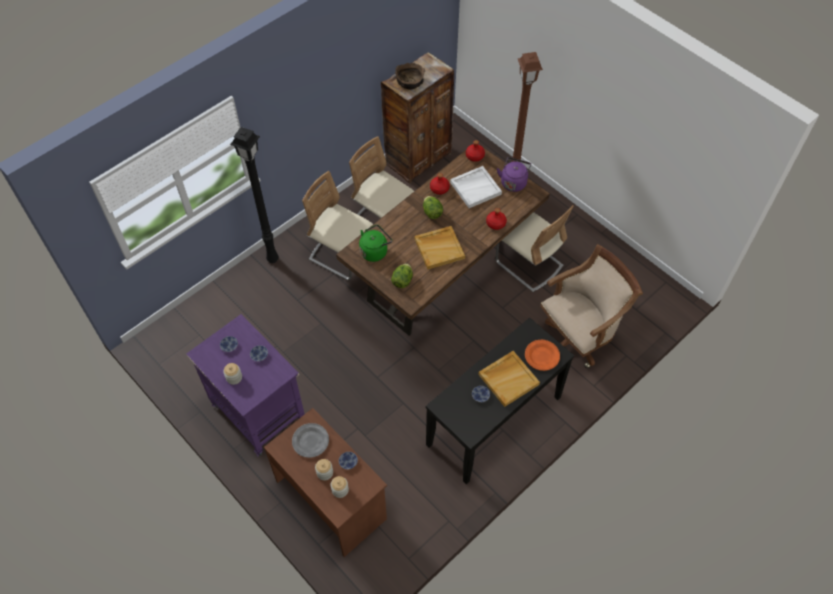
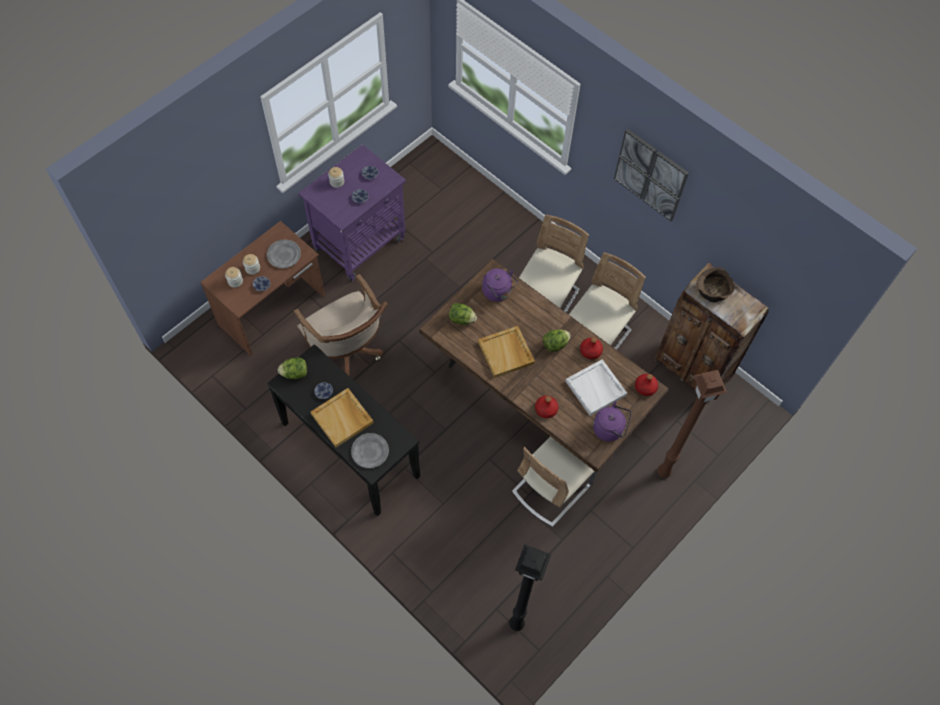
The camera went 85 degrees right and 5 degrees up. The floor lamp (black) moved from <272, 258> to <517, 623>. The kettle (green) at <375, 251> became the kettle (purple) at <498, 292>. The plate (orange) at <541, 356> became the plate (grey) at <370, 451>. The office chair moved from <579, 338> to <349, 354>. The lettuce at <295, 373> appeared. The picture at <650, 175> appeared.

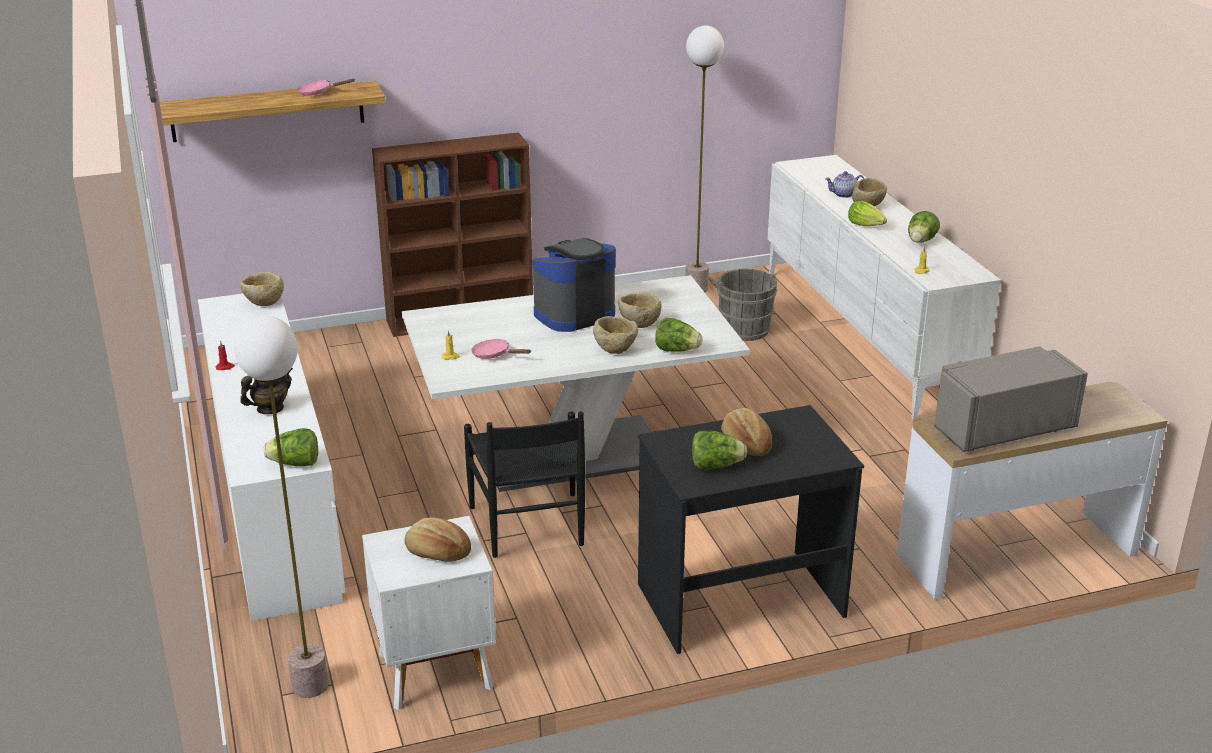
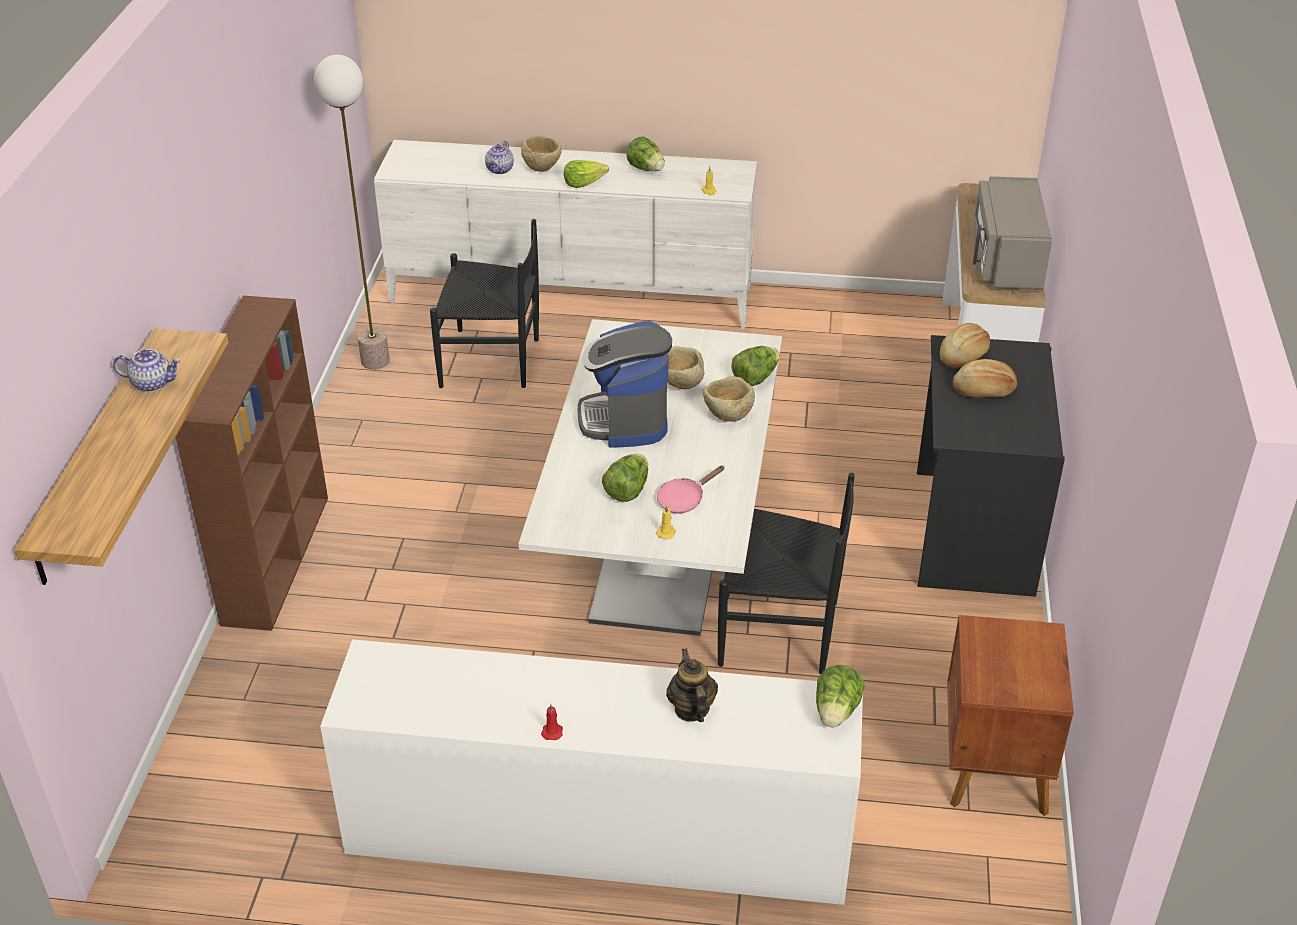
The camera went 65 degrees left and 10 degrees up. The floor lamp at <310, 686> disappeared. The bowl (beige) at <264, 303> disappeared. The frying pan (pink) at <319, 92> was replaced by the teapot at <152, 383>. The nightstand (white) at <433, 670> became the nightstand (brown) at <994, 770>. The bread moved from <437, 552> to <963, 356>. The lettuce moved from <715, 466> to <627, 490>. The bucket (grey) at <743, 328> was replaced by the chair (black) at <491, 361>.

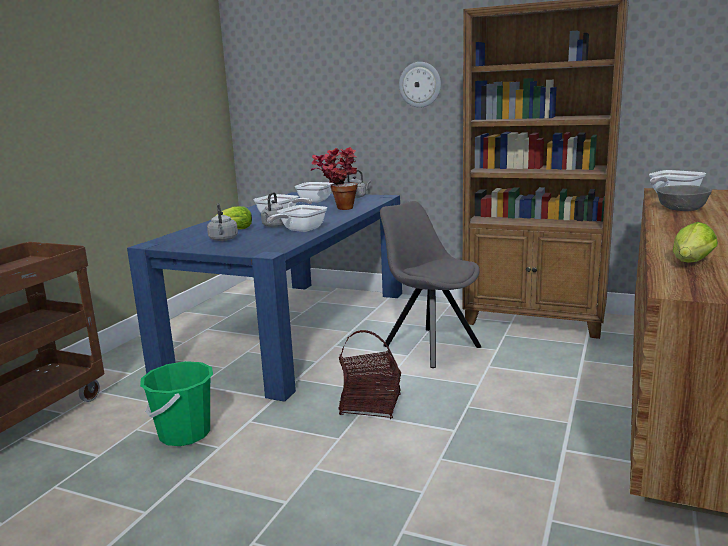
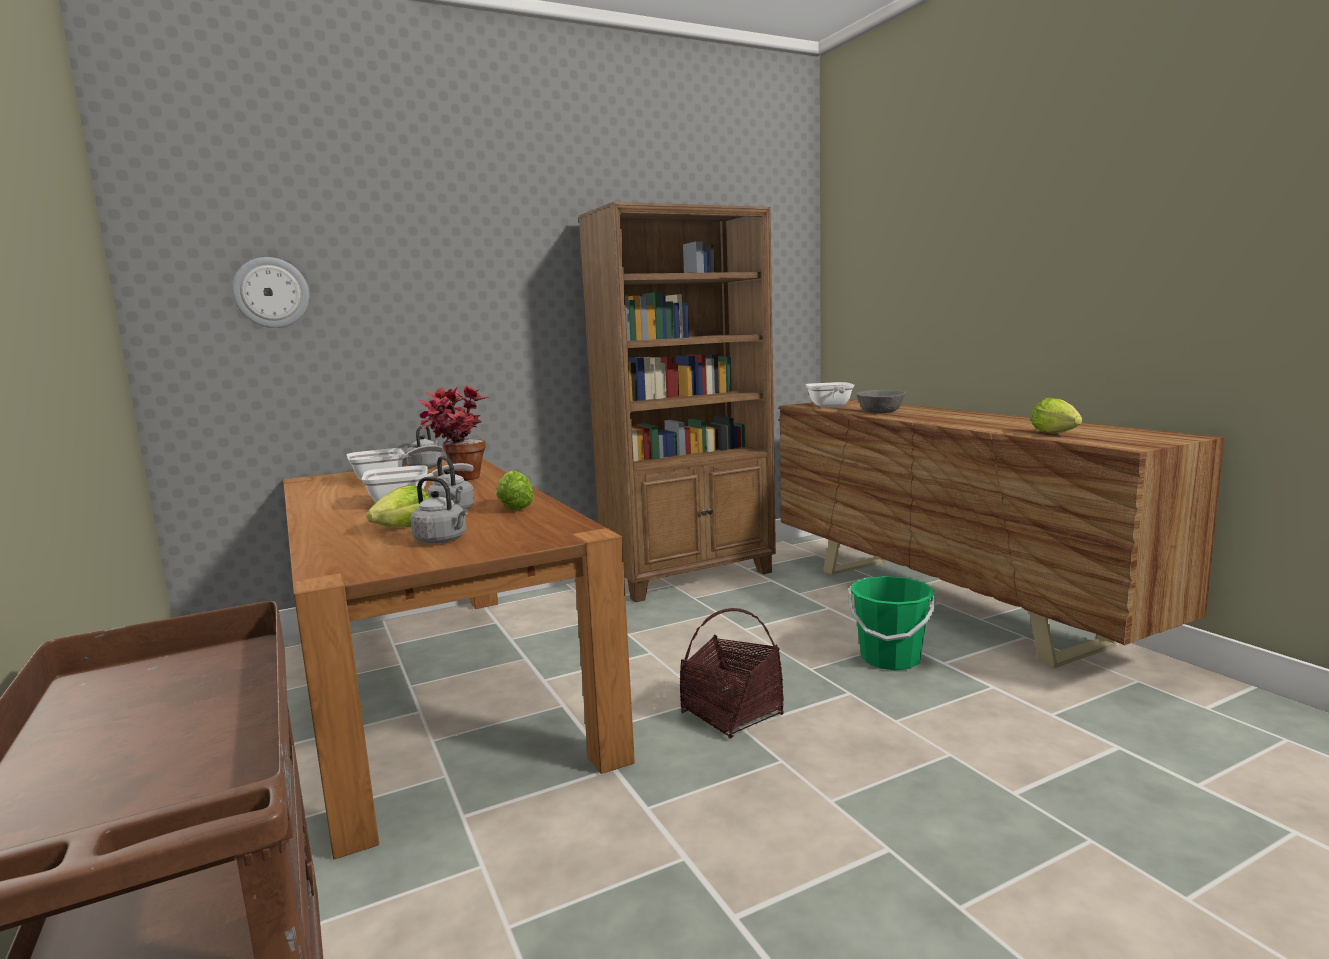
The camera went 50 degrees left and 5 degrees down. The dining table (blue) at <293, 329> became the dining table (brown) at <438, 686>. The bucket (green) moved from <184, 434> to <890, 658>. The frying pan at <299, 230> was replaced by the lettuce at <515, 507>. The chair (grey) at <430, 346> disappeared. The wall clock moved from <420, 84> to <271, 292>.

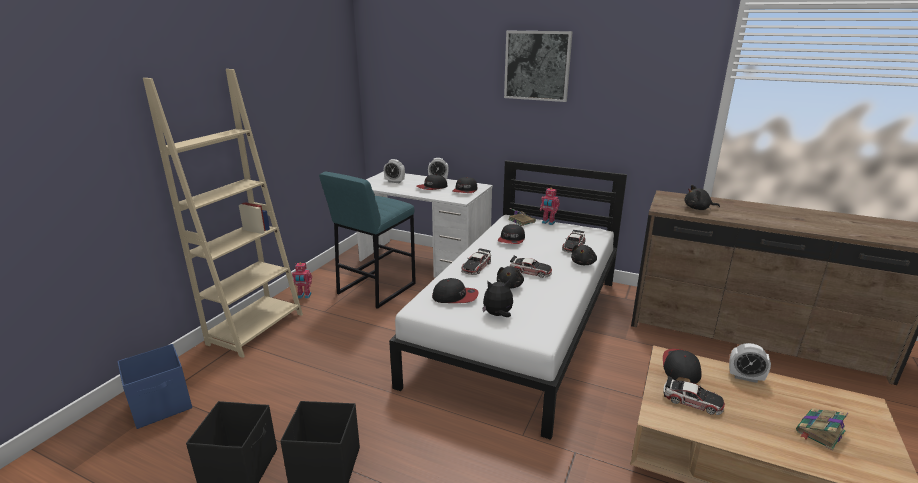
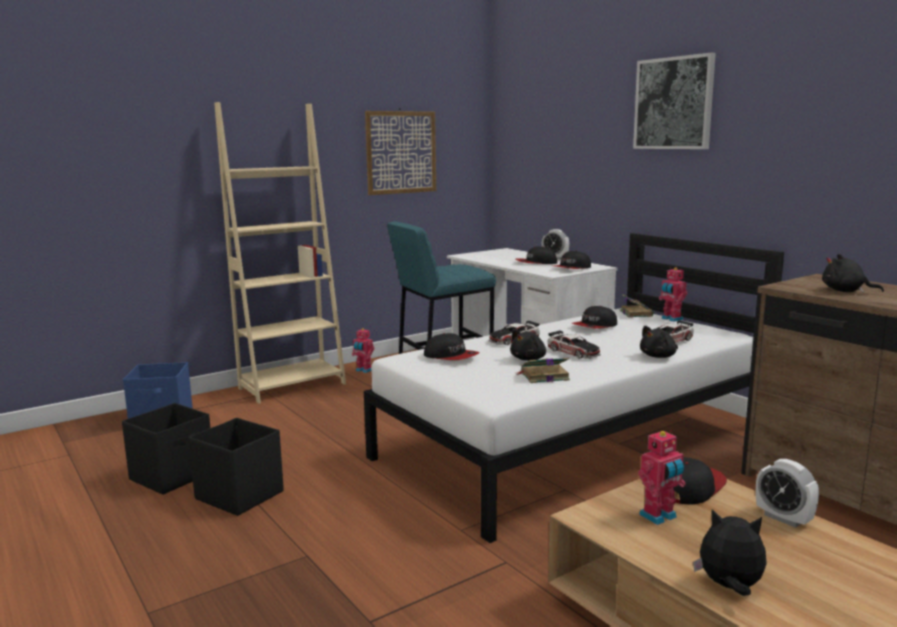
The camera went 30 degrees right and 10 degrees down. The alarm clock at <394, 181> disappeared. The plush toy moved from <498, 315> to <729, 587>. The toy car at <692, 401> was replaced by the toy robot at <659, 517>. The book moved from <819, 432> to <543, 376>. The picture at <401, 151> appeared.

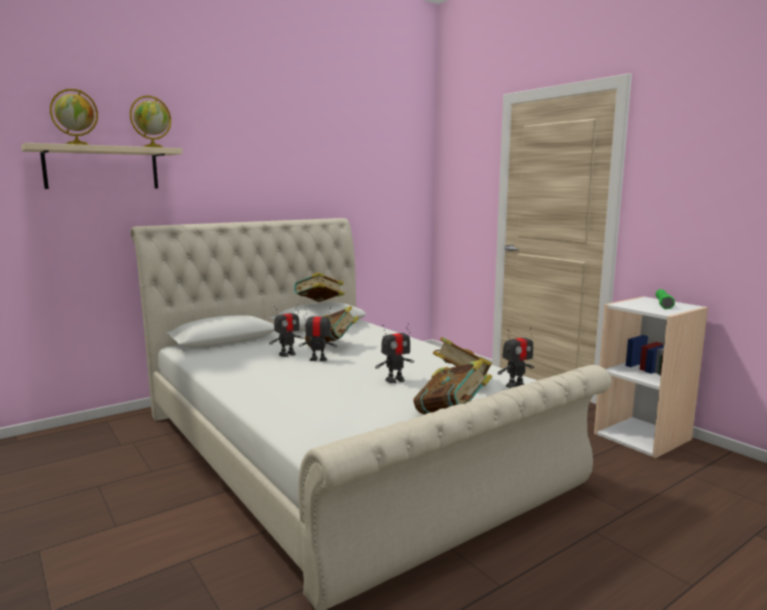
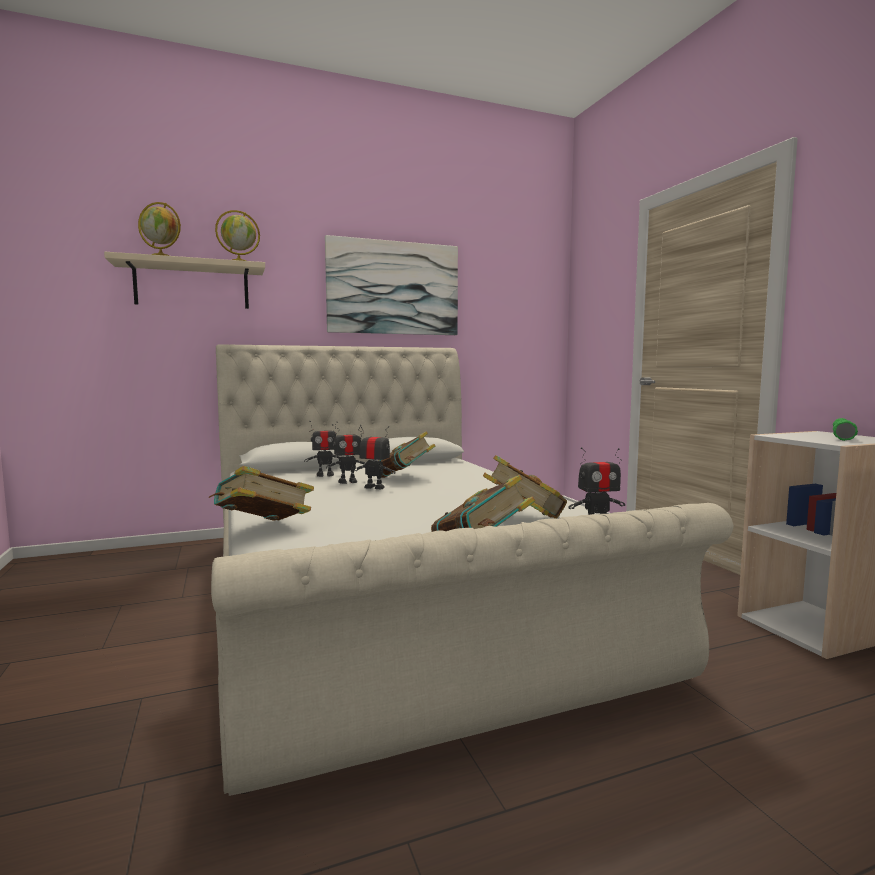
The camera went 15 degrees right and 5 degrees down. The book moved from <319, 305> to <263, 529>. The toy robot moved from <395, 380> to <325, 475>. The picture at <393, 288> appeared.

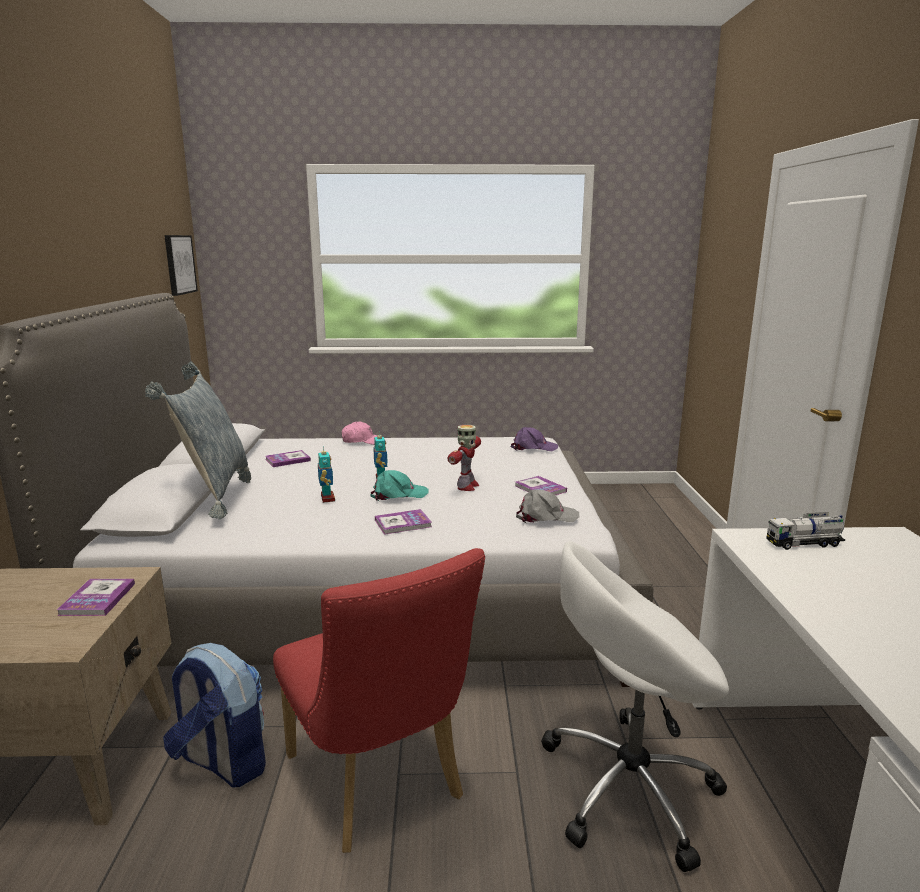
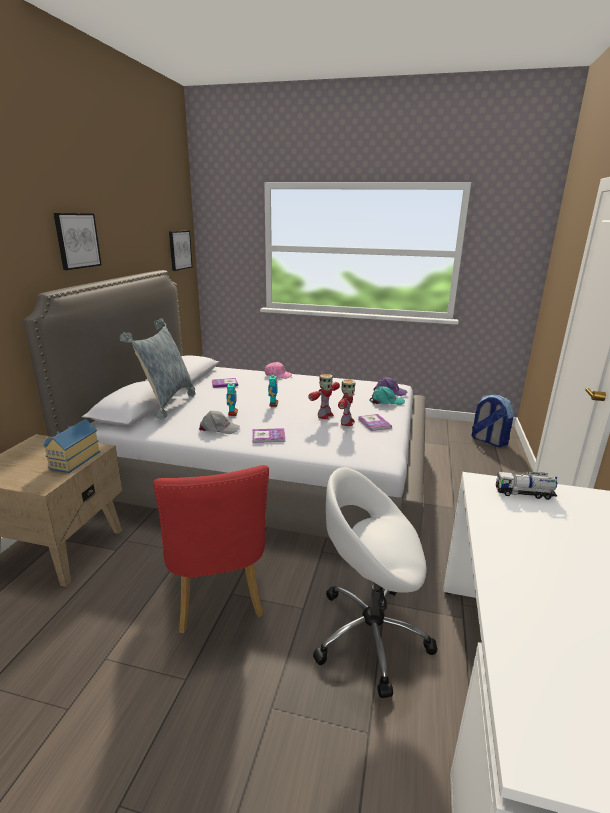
The camera went 15 degrees right and 5 degrees up. The book at <97, 599> was replaced by the toy house at <73, 460>. The backpack moved from <222, 762> to <488, 441>. The cap (turquoise) moved from <398, 494> to <386, 401>. The cap (grey) moved from <546, 516> to <218, 428>. The picture at <77, 240> appeared. The toy robot at <346, 422> appeared.

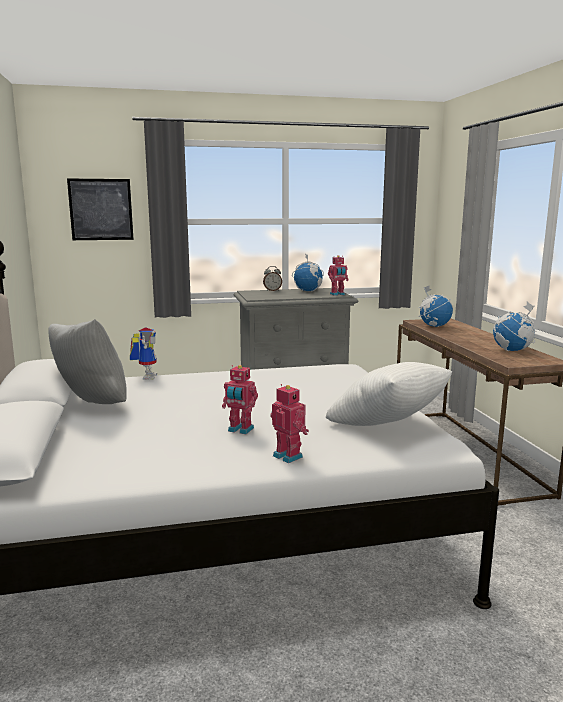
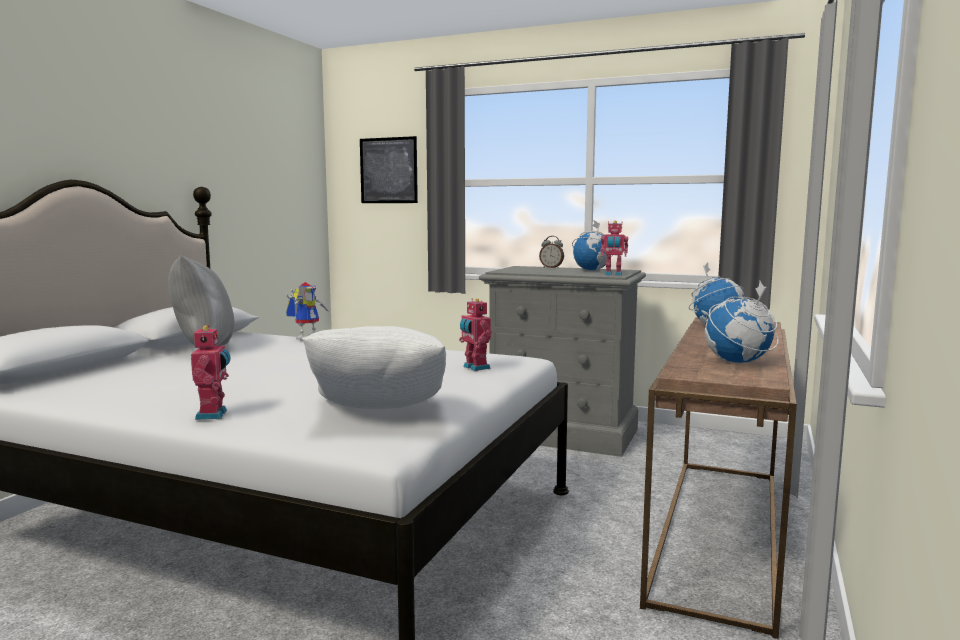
The camera went 35 degrees right and 5 degrees down. The toy robot moved from <240, 430> to <475, 368>.

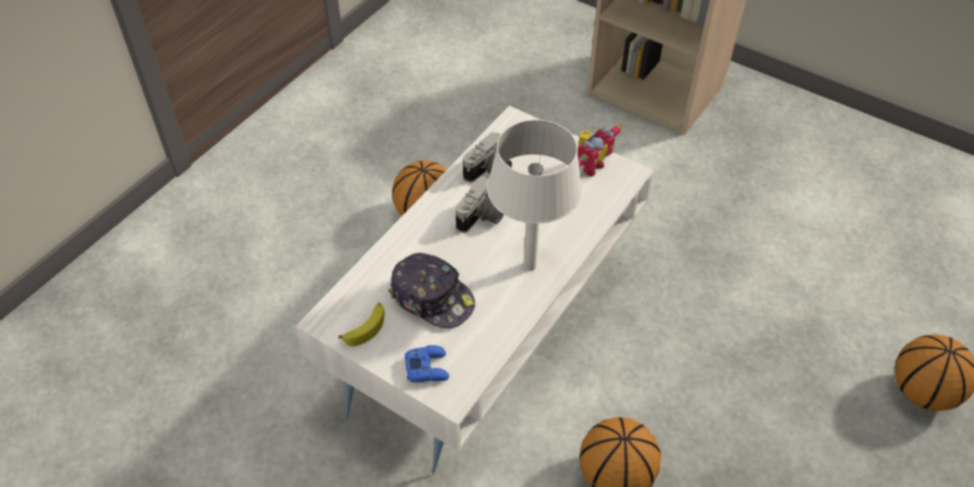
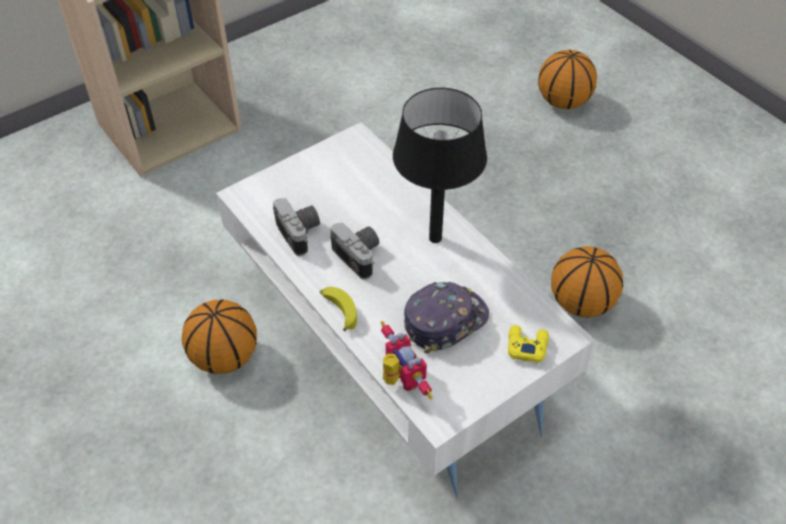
The camera went 70 degrees left and 0 degrees up. The banana moved from <366, 327> to <338, 311>. The game controller (blue) at <427, 367> became the game controller (yellow) at <526, 346>. The table lamp (white) at <529, 265> became the table lamp (black) at <434, 238>. The toy robot moved from <589, 165> to <400, 381>.

